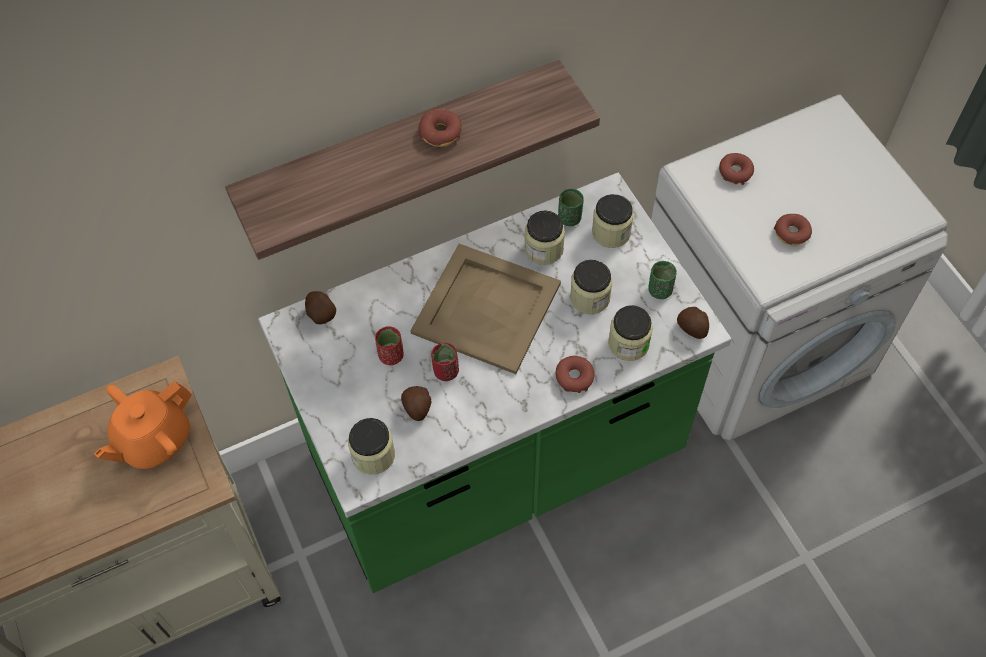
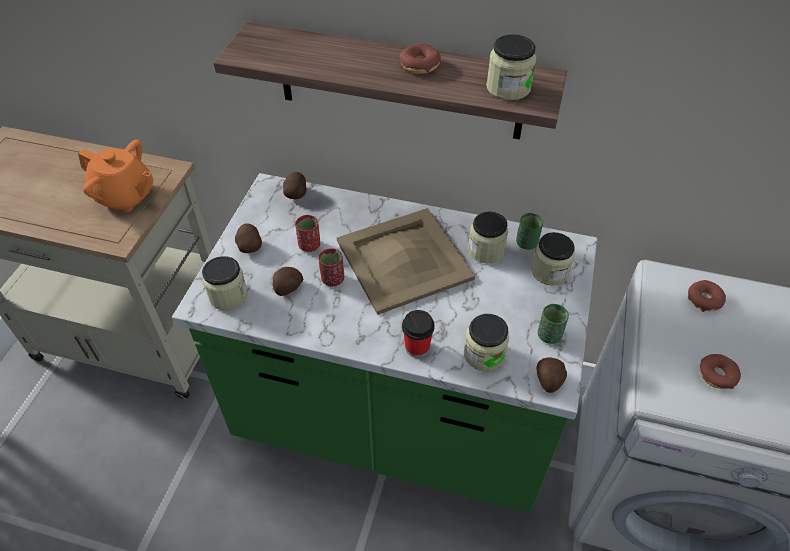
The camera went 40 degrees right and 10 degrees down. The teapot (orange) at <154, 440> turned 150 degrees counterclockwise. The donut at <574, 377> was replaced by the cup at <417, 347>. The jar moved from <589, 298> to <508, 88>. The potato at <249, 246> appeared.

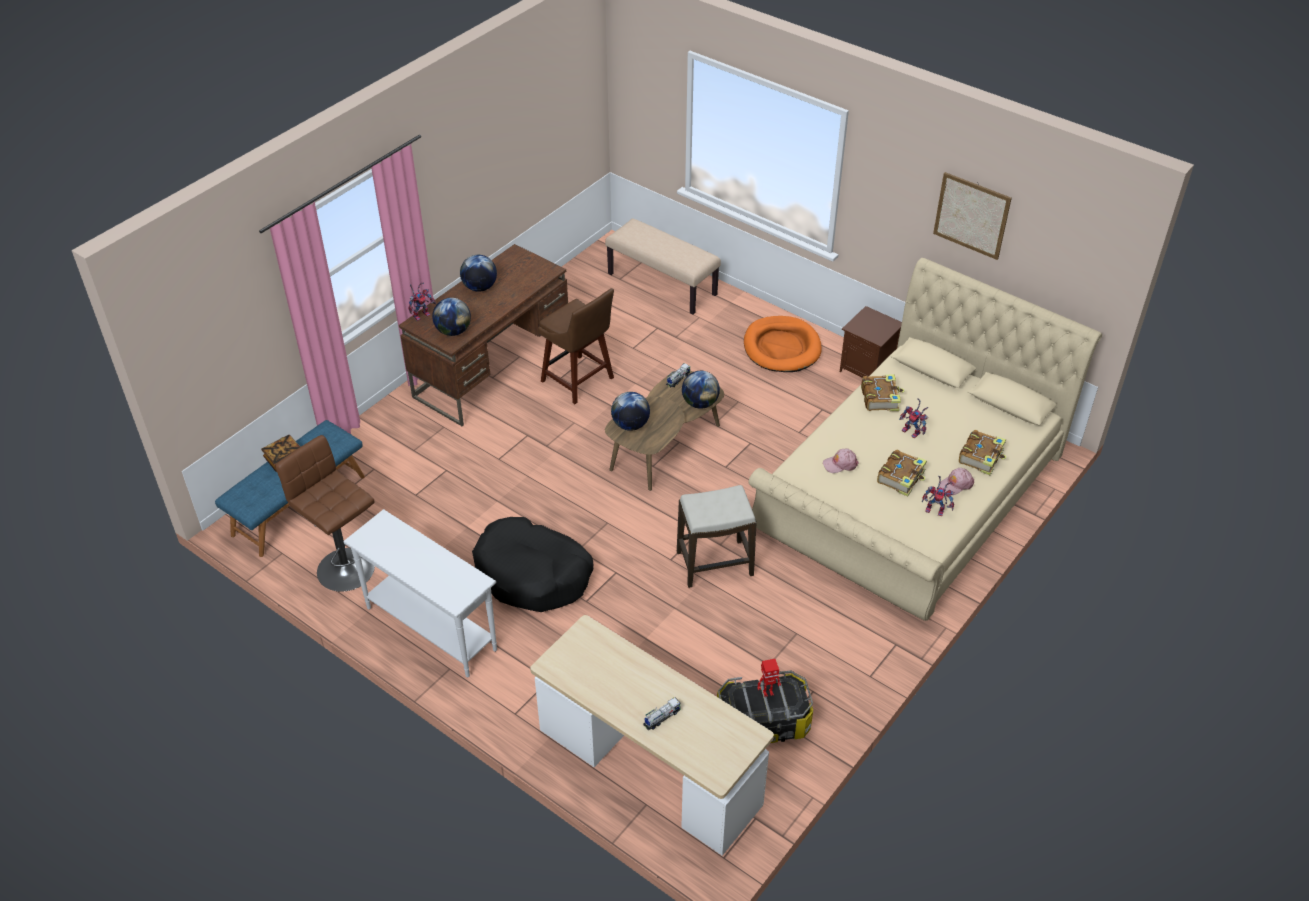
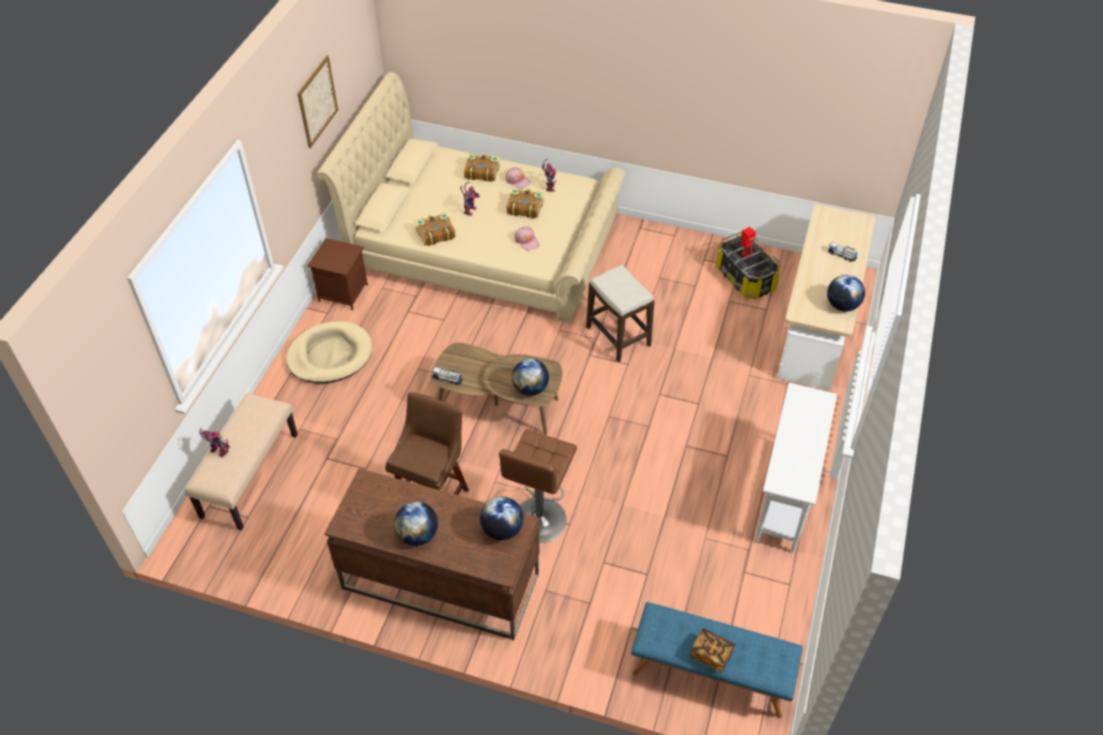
The camera went 110 degrees left and 5 degrees up. The stool (brown) moved from <346, 569> to <538, 520>. The toy robot moved from <422, 314> to <217, 451>. The dog bed (black) at <533, 575> disappeared. The globe moved from <700, 403> to <842, 305>. The dog bed (orange) at <781, 347> became the dog bed (beige) at <330, 355>.

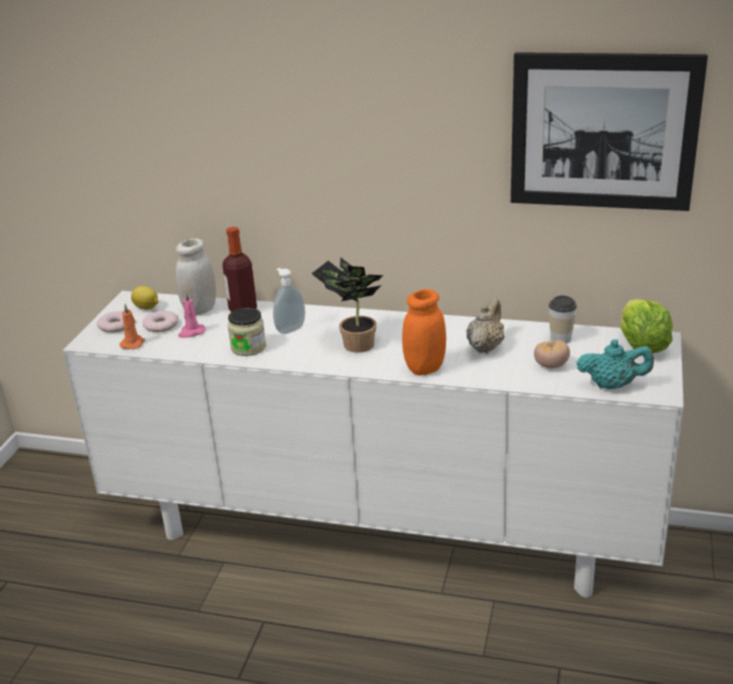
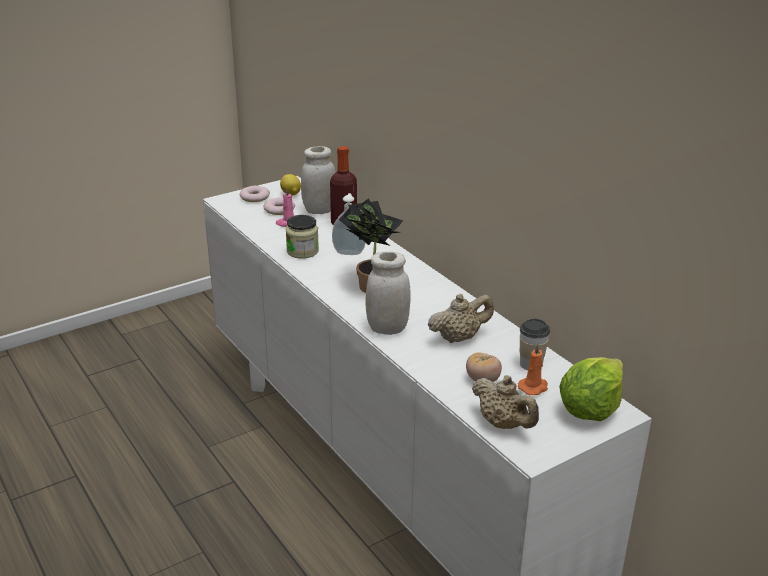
The camera went 40 degrees right and 0 degrees up. The candle (orange) moved from <133, 343> to <534, 387>. The jar (orange) at <425, 368> became the jar (white) at <387, 328>. The picture at <603, 132> disappeared. The teapot (turquoise) at <612, 385> became the teapot (beige) at <503, 424>.

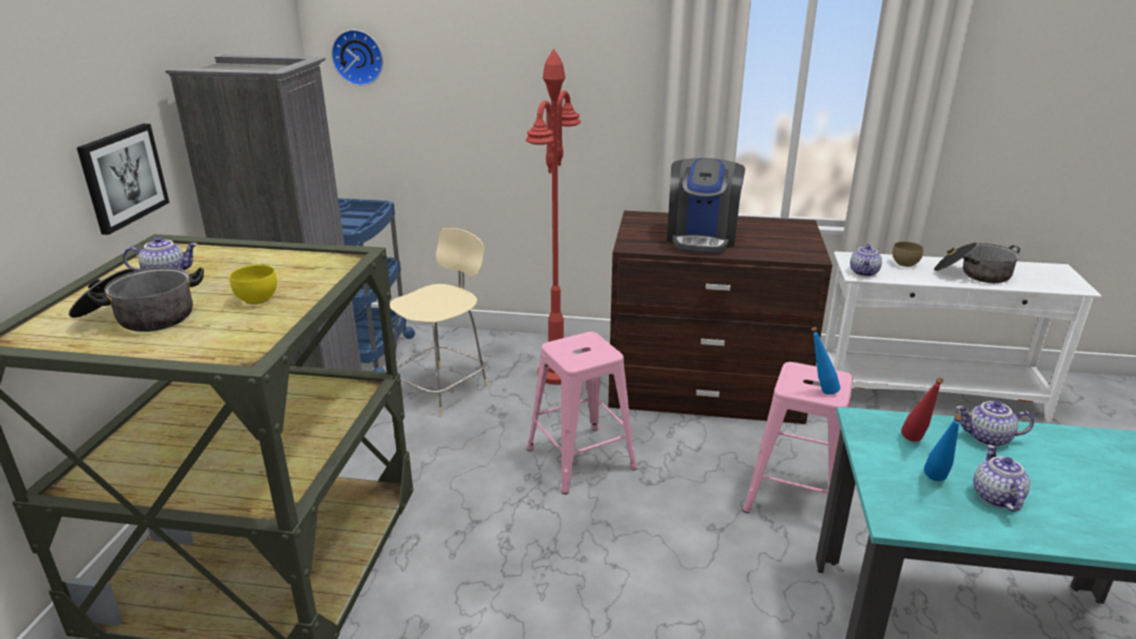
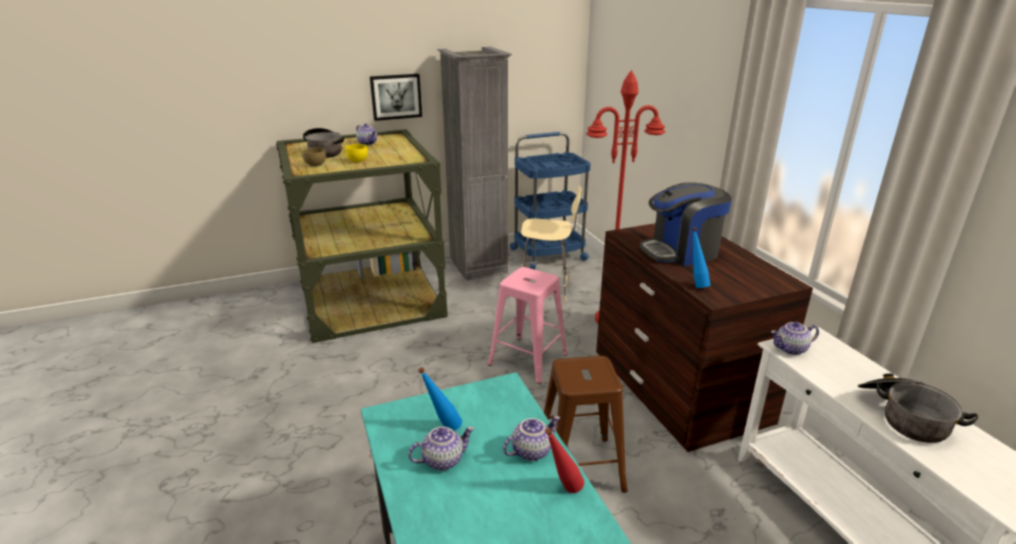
The camera went 60 degrees right and 0 degrees up. The wall clock at <359, 57> disappeared. The stool (pink) at <795, 496> became the stool (brown) at <580, 467>. The bottle (blue) moved from <820, 392> to <696, 284>. The bowl (brown) moved from <903, 264> to <315, 164>. The bottle (red) moved from <915, 443> to <563, 490>. The teapot at <987, 438> turned 75 degrees clockwise.

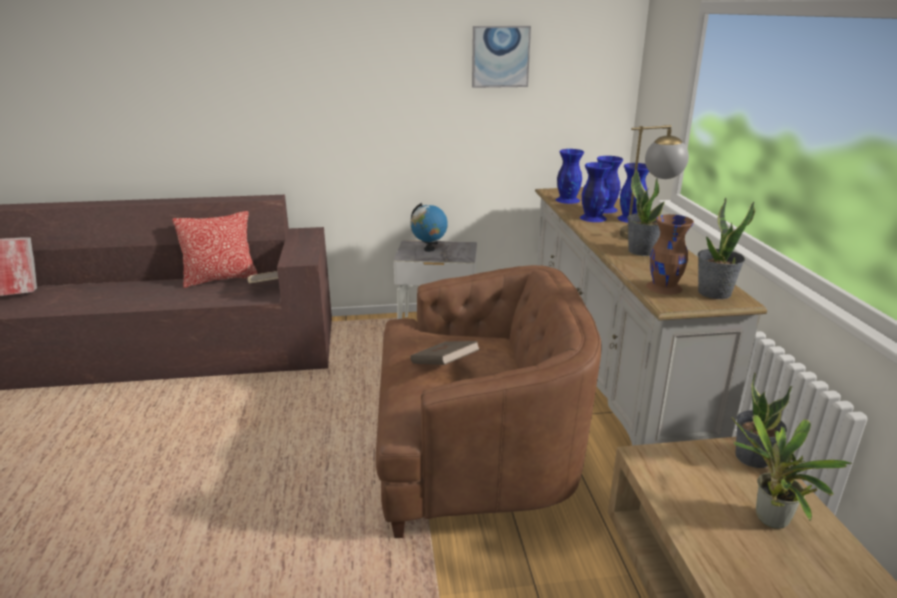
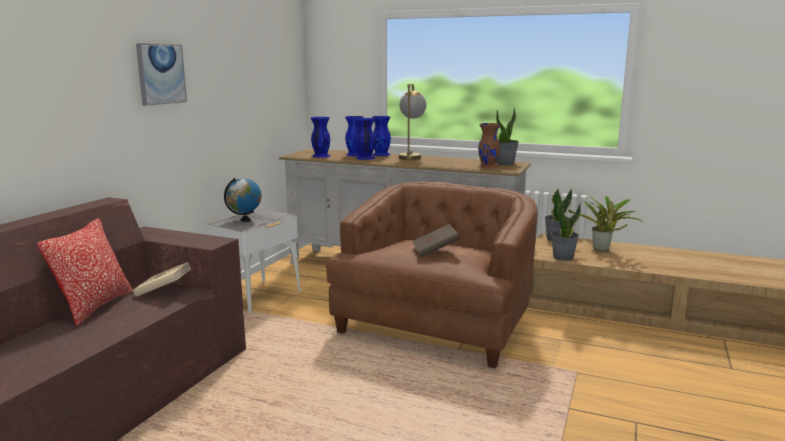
The camera went 60 degrees left and 10 degrees down. The picture moved from <500, 56> to <161, 74>. The potted plant moved from <642, 251> to <563, 257>.

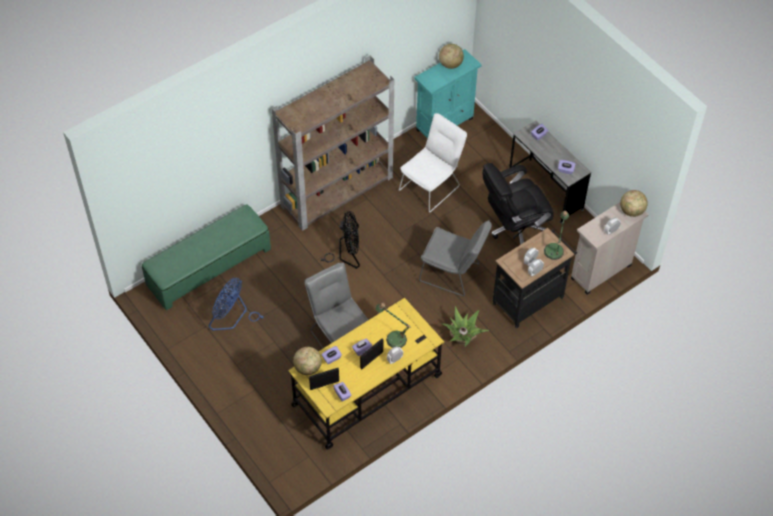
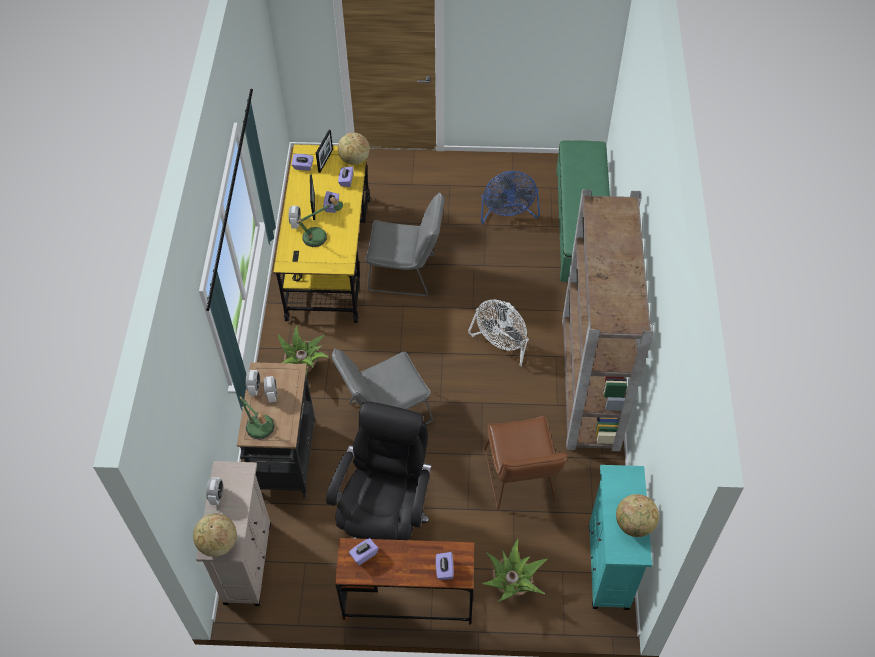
The camera went 130 degrees right and 0 degrees up. The fan (blue) at <234, 315> turned 105 degrees clockwise. The fan (black) at <346, 251> became the fan (white) at <501, 341>. The chair (white) at <432, 186> became the chair (brown) at <521, 481>. The desk (grey) at <545, 191> became the desk (brown) at <408, 600>. The potted plant at <512, 585> appeared.

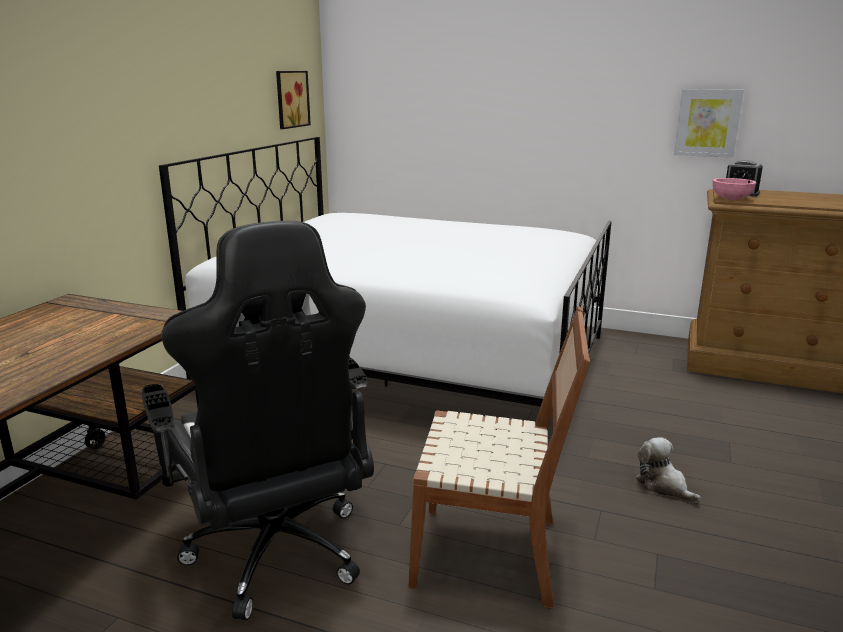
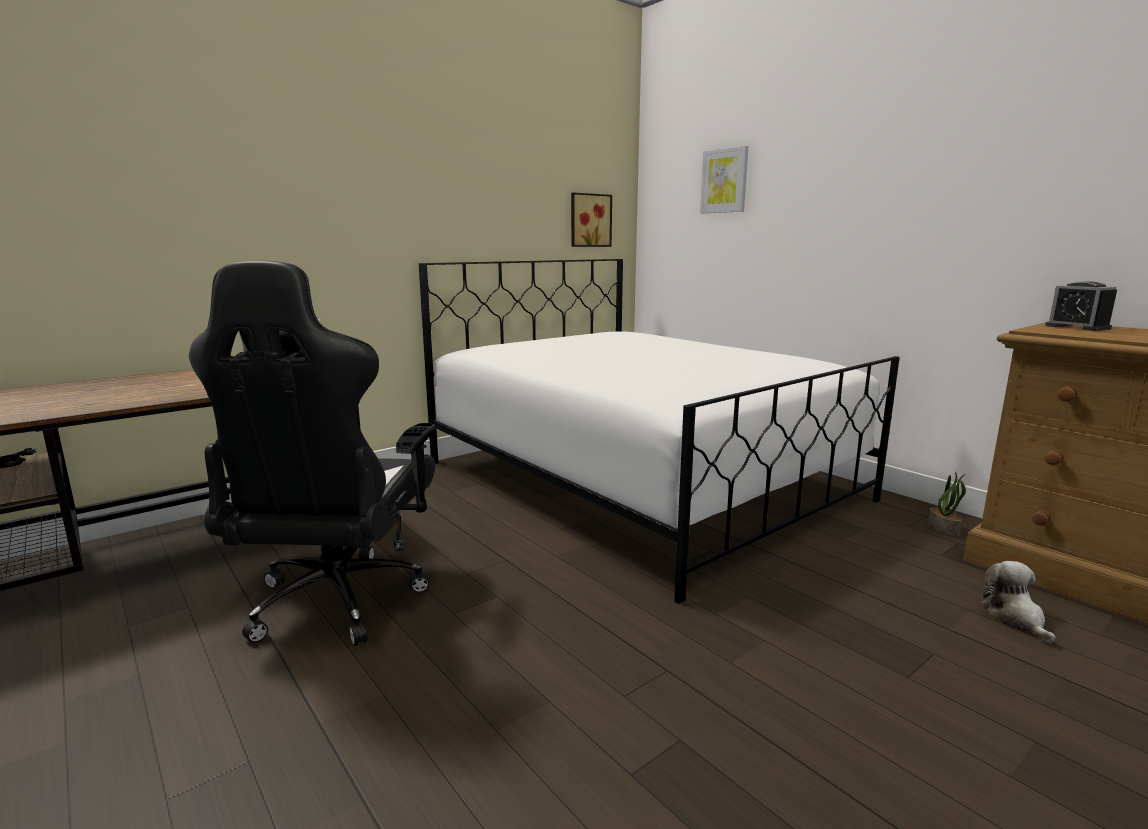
The camera went 30 degrees right and 5 degrees down. The chair at <493, 555> disappeared. The plush toy moved from <663, 486> to <1015, 619>. The picture moved from <707, 123> to <724, 181>. The bowl (pink) at <731, 199> disappeared. The potted plant at <944, 529> appeared.

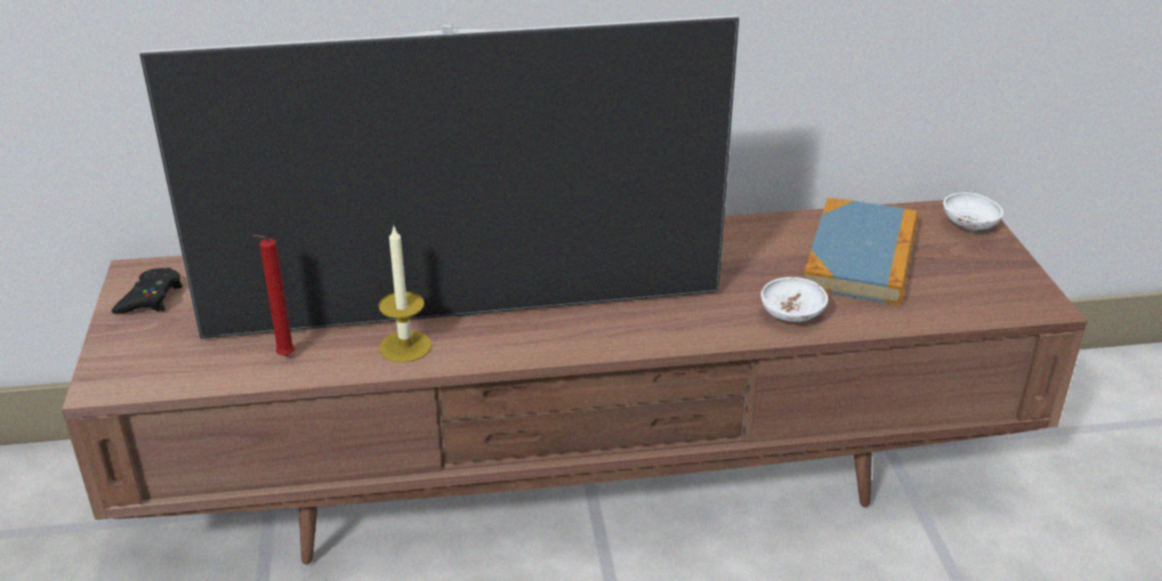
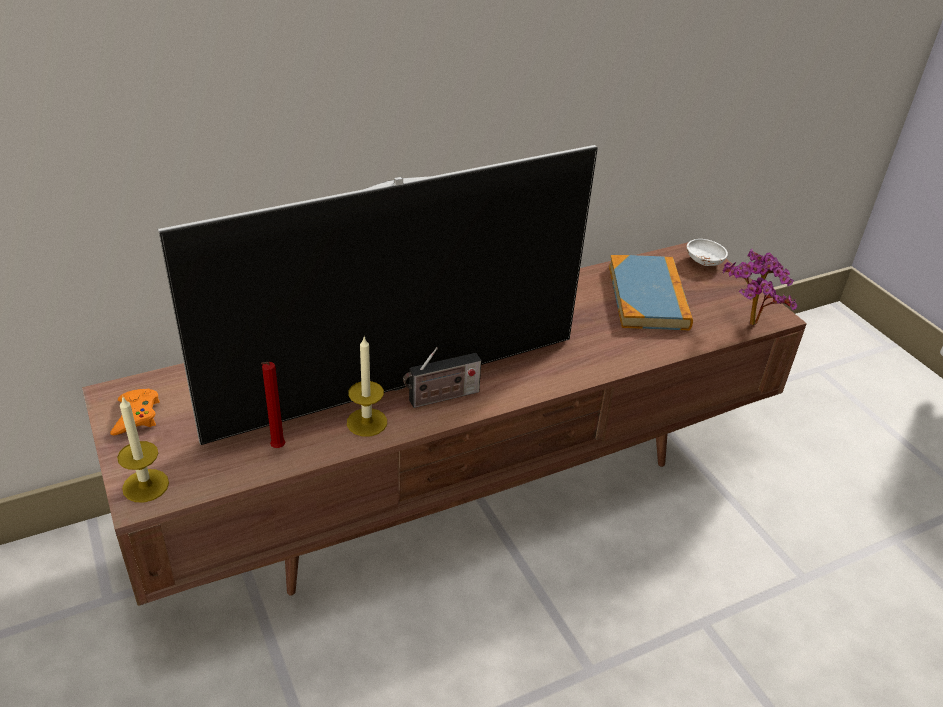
The camera went 20 degrees left and 5 degrees up. The game controller (black) at <150, 298> became the game controller (orange) at <136, 416>. The bowl (white) at <792, 315> disappeared. The candle at <145, 485> appeared. The radio at <441, 397> appeared. The potted plant at <747, 325> appeared.

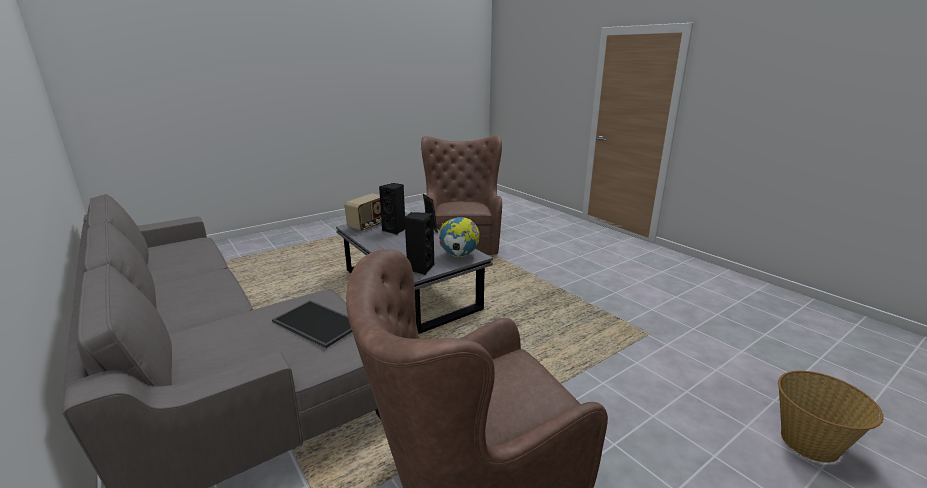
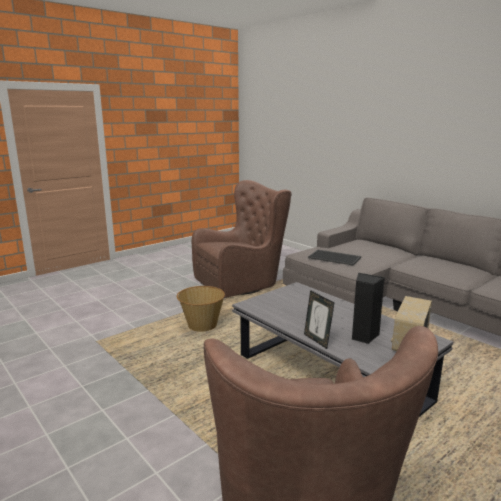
The camera went 175 degrees right and 5 degrees down. The speaker (black) at <420, 268> disappeared. The globe at <459, 255> disappeared. The basket moved from <810, 443> to <201, 325>.

